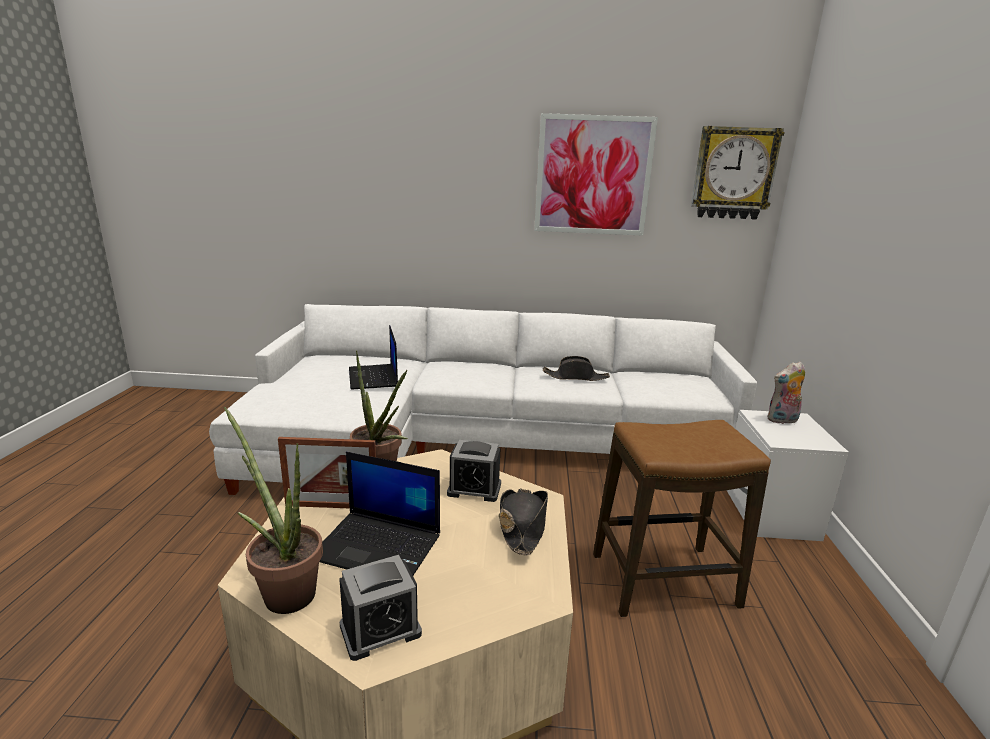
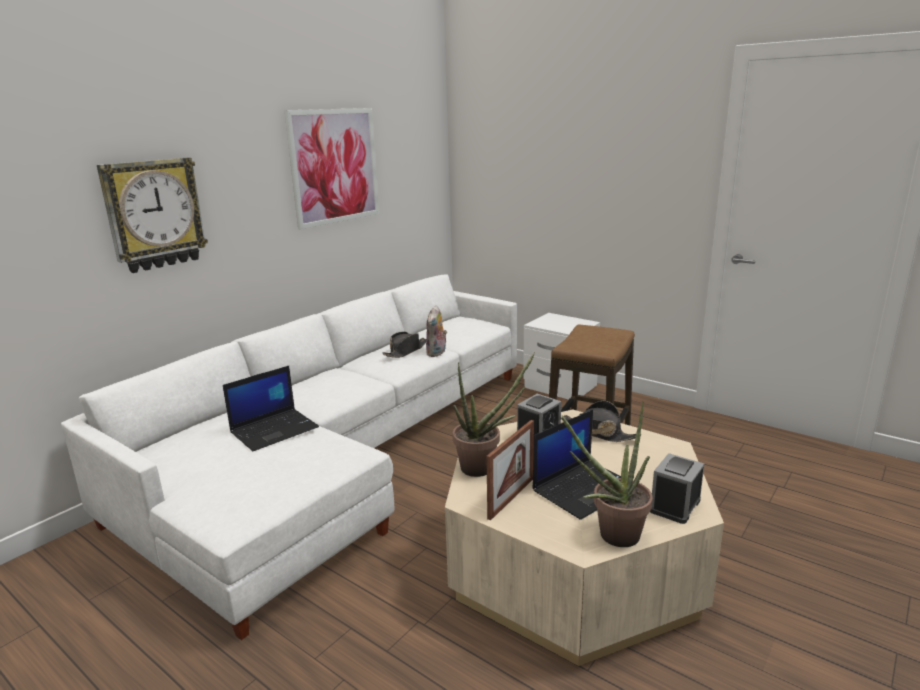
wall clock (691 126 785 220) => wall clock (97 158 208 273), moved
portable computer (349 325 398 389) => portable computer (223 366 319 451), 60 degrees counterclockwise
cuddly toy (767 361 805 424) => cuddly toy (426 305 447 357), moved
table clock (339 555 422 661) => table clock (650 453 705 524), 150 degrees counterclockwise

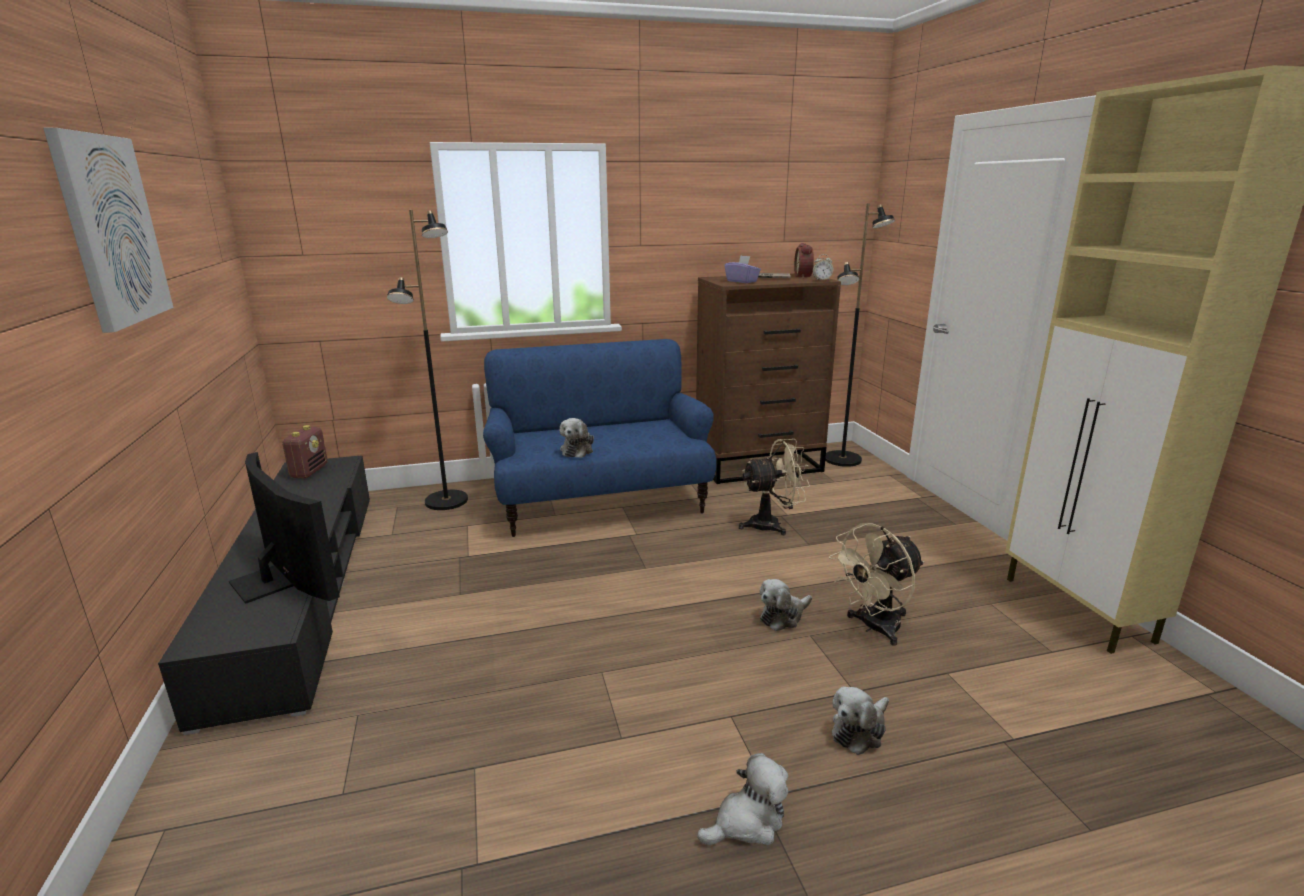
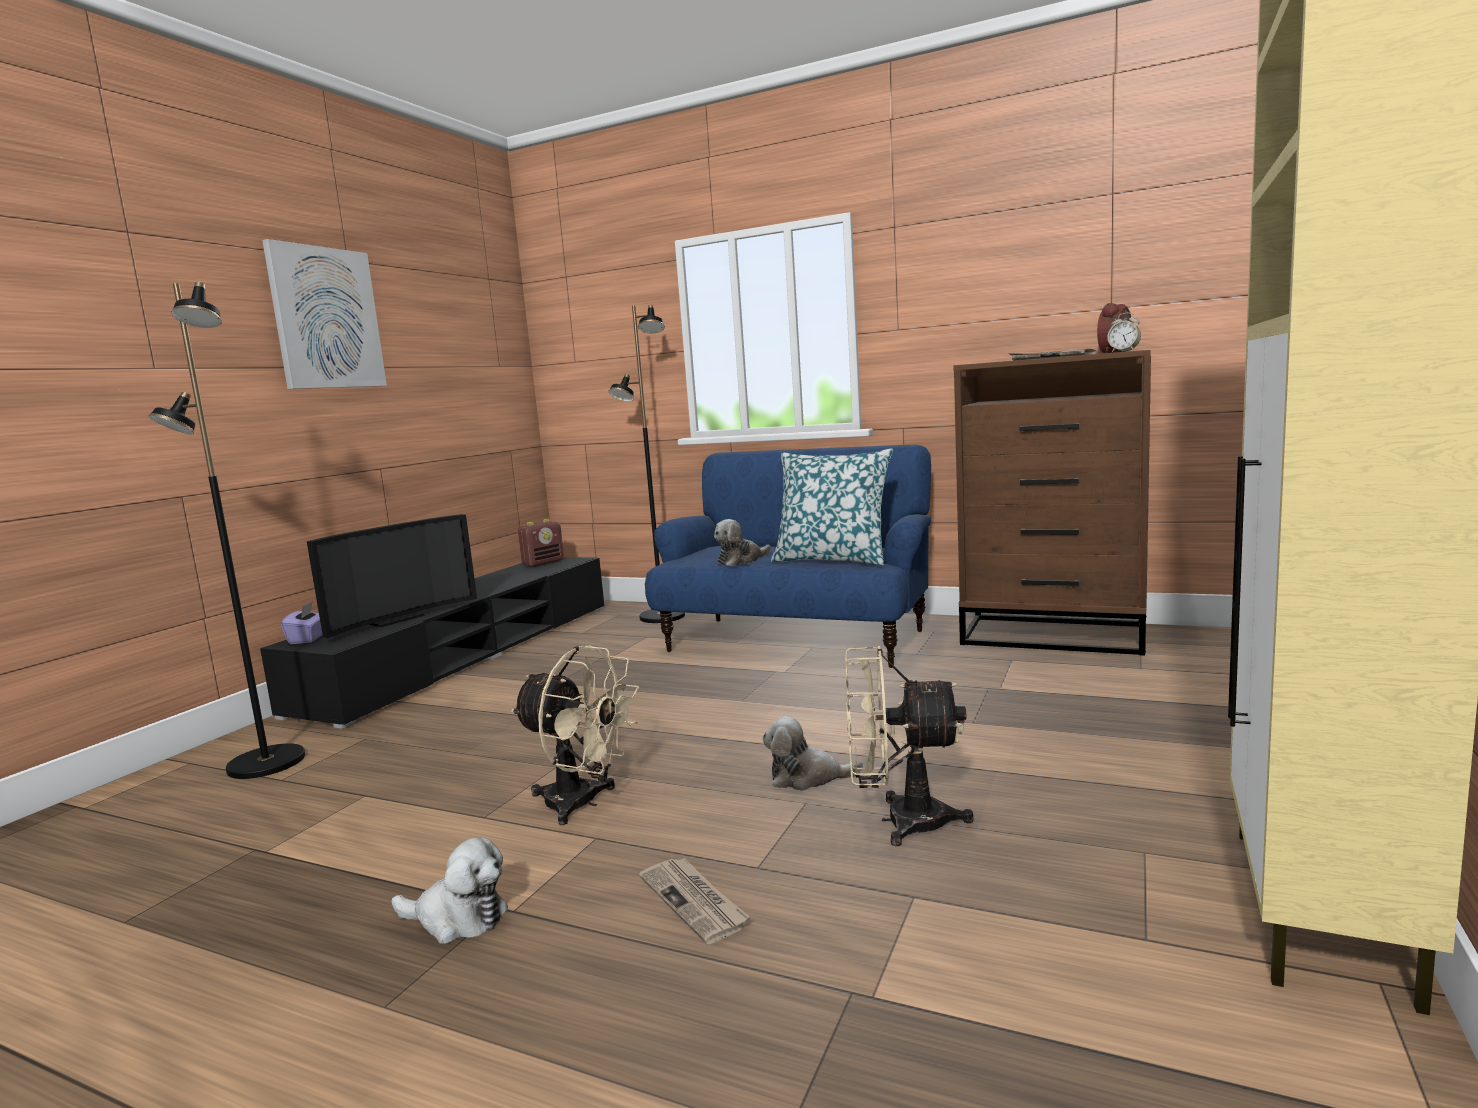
floor lamp in blackish (825 204 895 467) => floor lamp in blackish (149 282 305 779), moved
tissue holder in purplish (724 255 761 283) => tissue holder in purplish (281 602 322 644), moved
electric fan in beige (739 439 810 535) => electric fan in beige (511 645 639 825), moved
television (229 452 340 604) => television (307 514 477 639), 45 degrees clockwise
cuddly toy (832 687 889 755) => newspaper (639 858 750 944)
nothing => cushion (771 448 893 566)

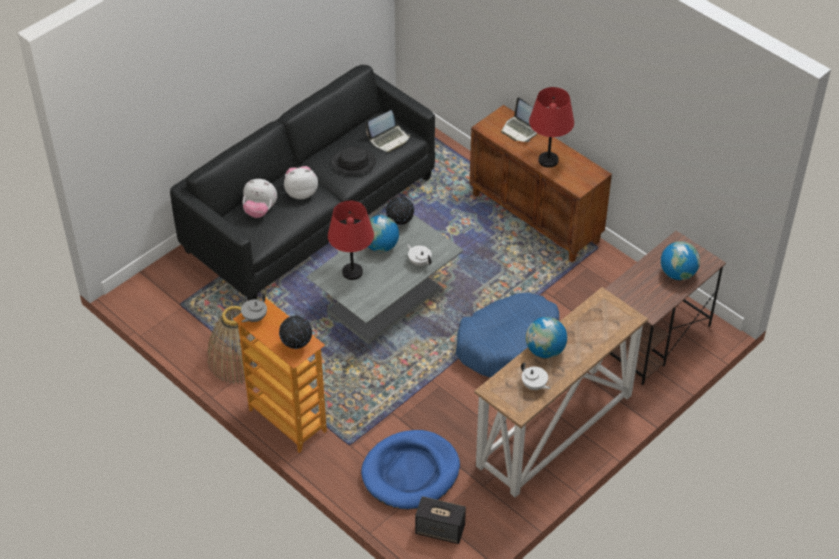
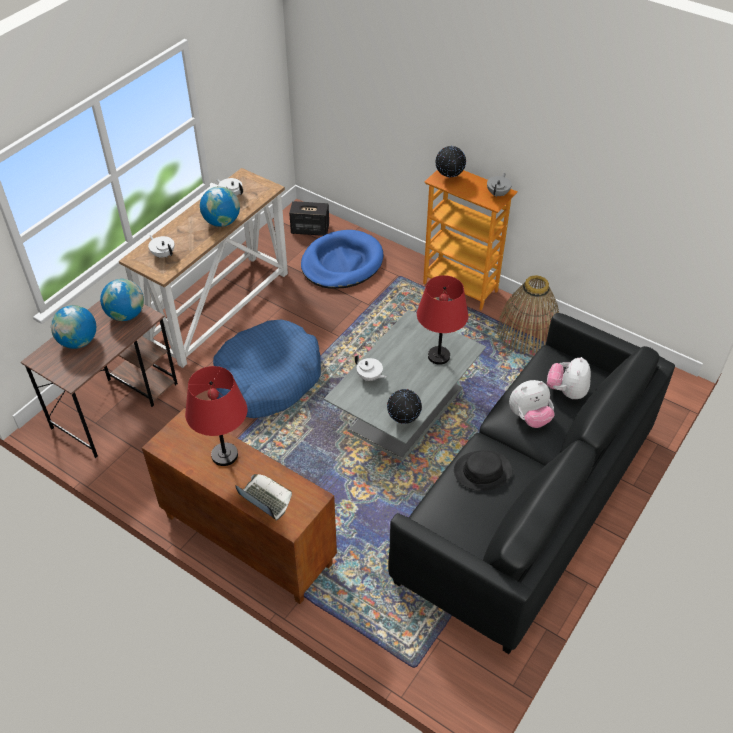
portable computer (366 110 410 153) => nothing
cuddly toy (242 179 277 218) => cuddly toy (547 357 591 399), 75 degrees counterclockwise
desk globe (368 215 399 252) => desk globe (100 279 144 321), moved
nothing => pot for tea in white (148 235 174 258)

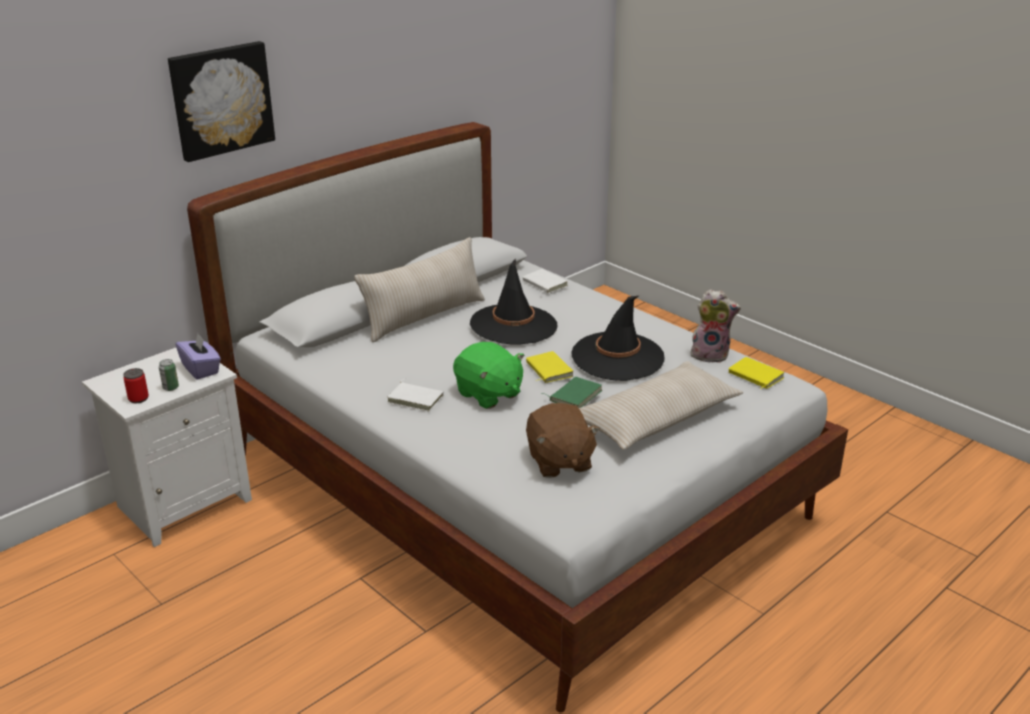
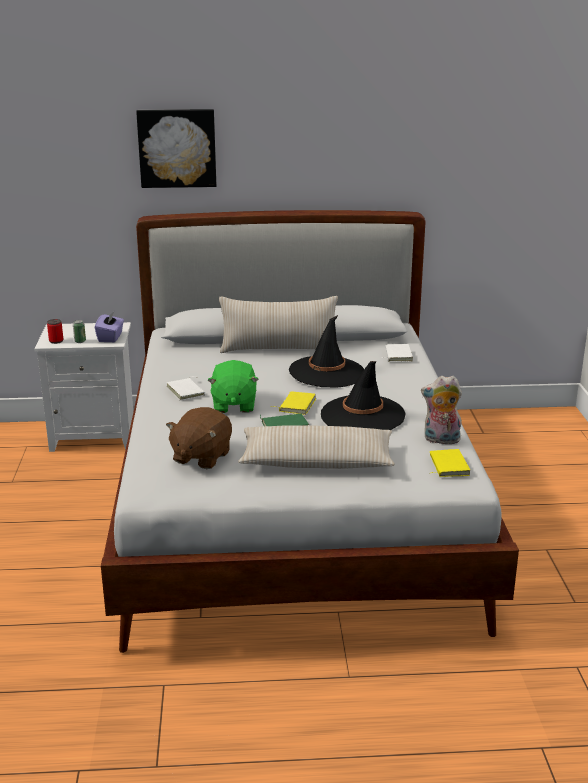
cuddly toy (691 289 741 363) => cuddly toy (421 376 462 444), 135 degrees clockwise

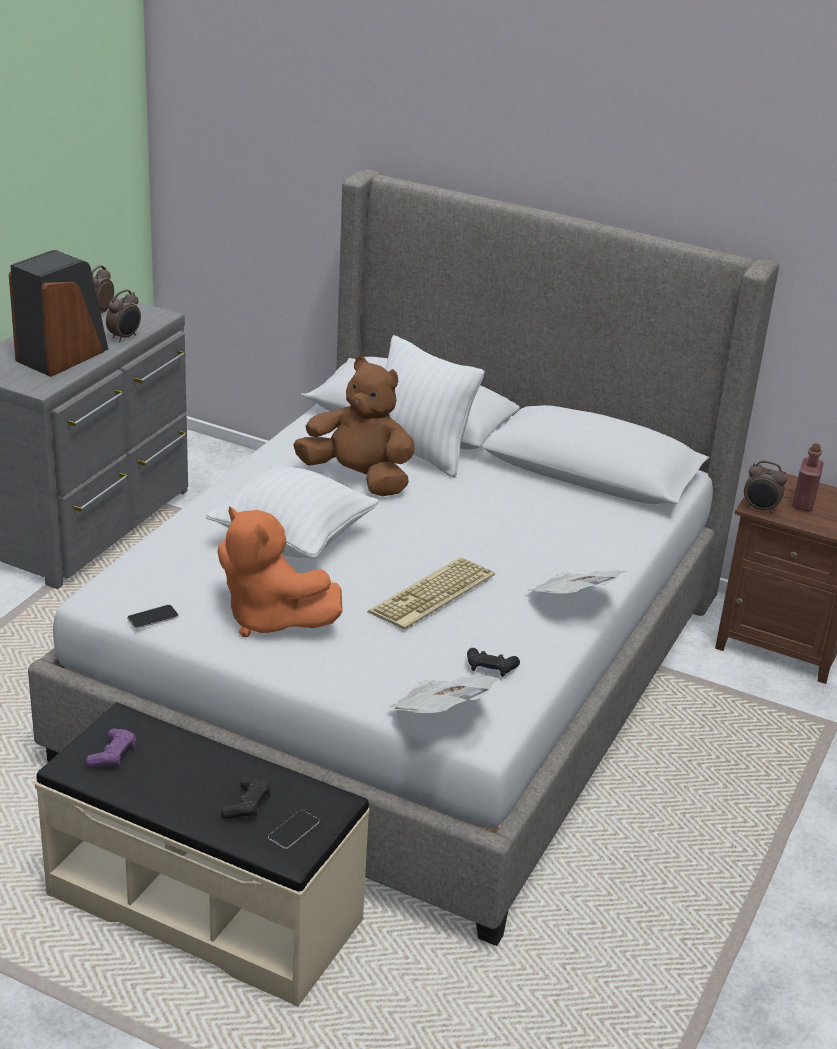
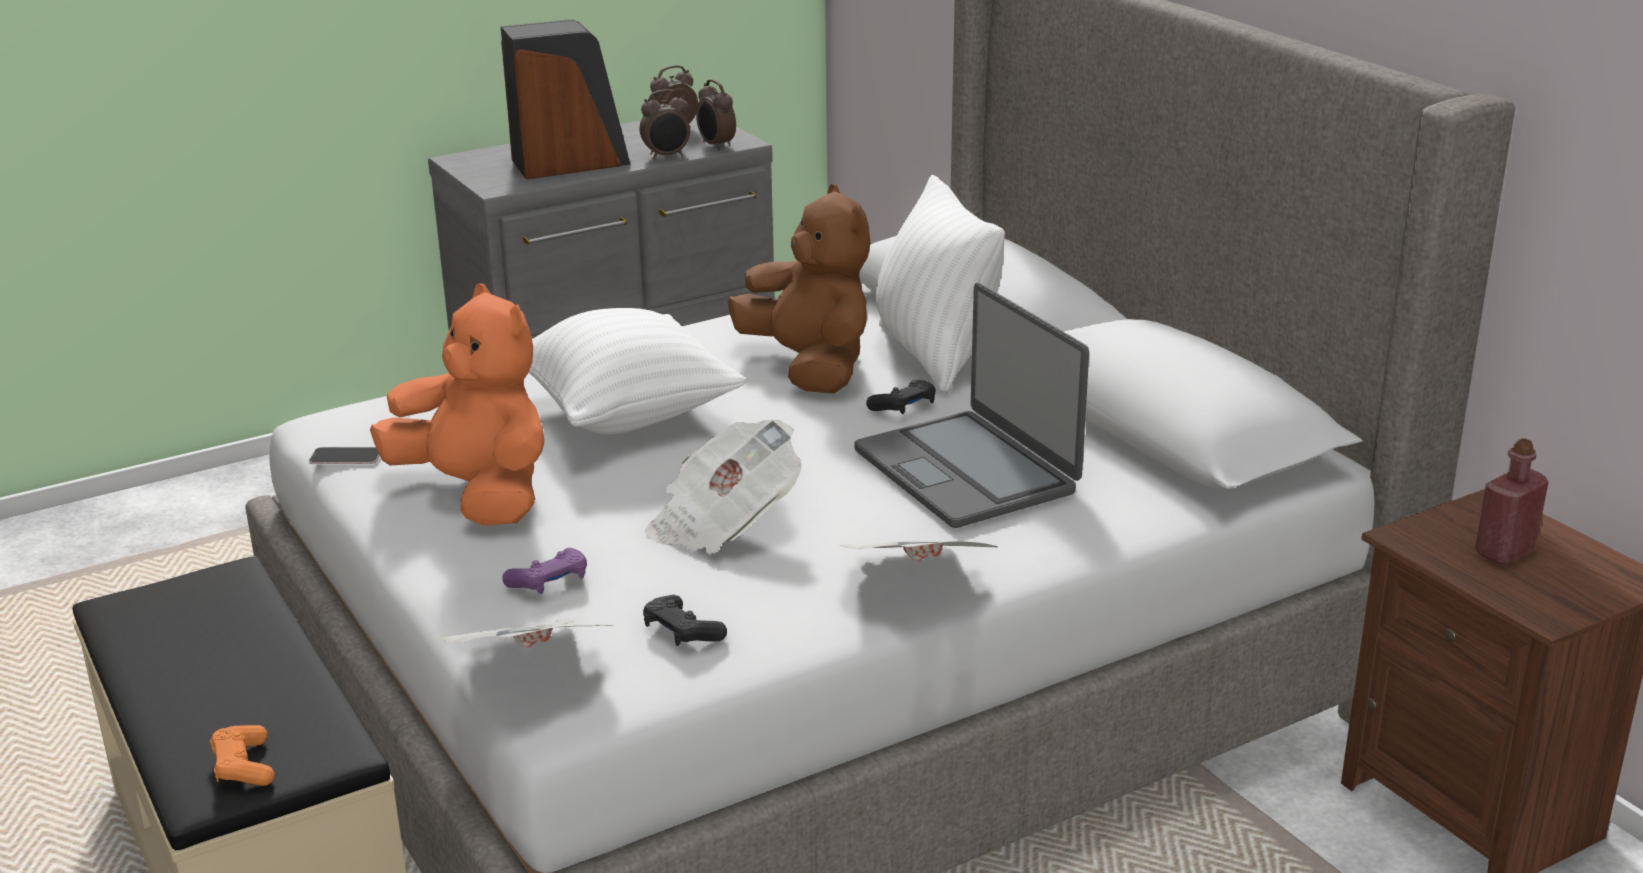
table clock (744 461 787 514) => table clock (696 79 736 150), moved
cuddly toy in orangey (217 506 343 637) => cuddly toy in orangey (370 284 545 525), 150 degrees clockwise
computer keyboard (368 558 495 629) => newspaper (645 420 802 554)
joypad in purplish (86 729 136 767) => joypad in purplish (502 548 587 594), moved
joypad in blackish (221 777 270 819) => joypad in blackish (866 380 936 414), moved
handset (268 810 319 849) => joypad in orangey (210 725 275 786)
nothing => portable computer (854 283 1089 528)

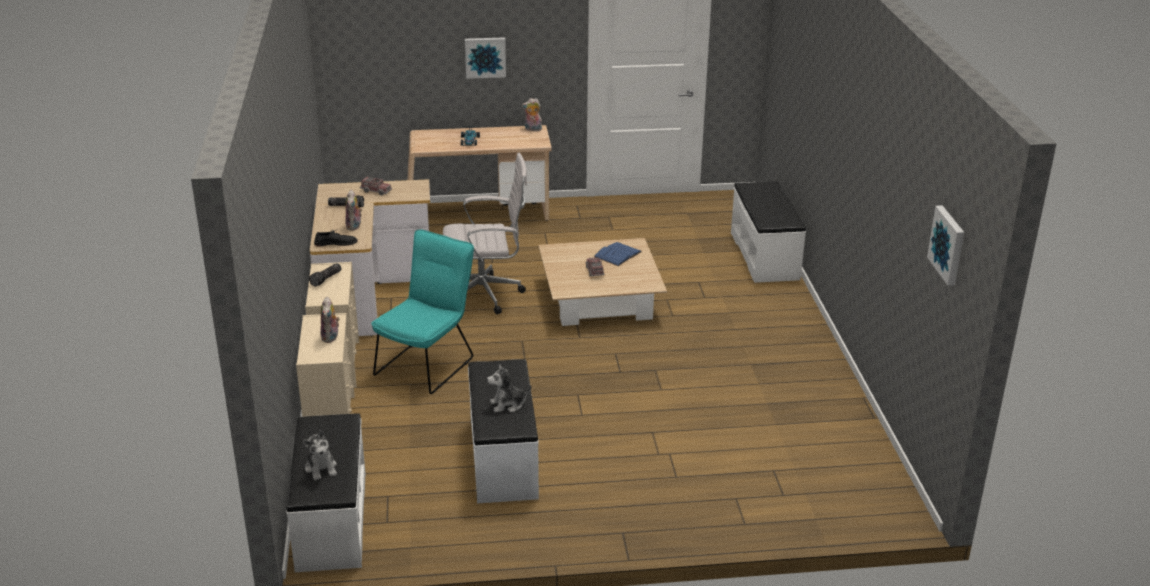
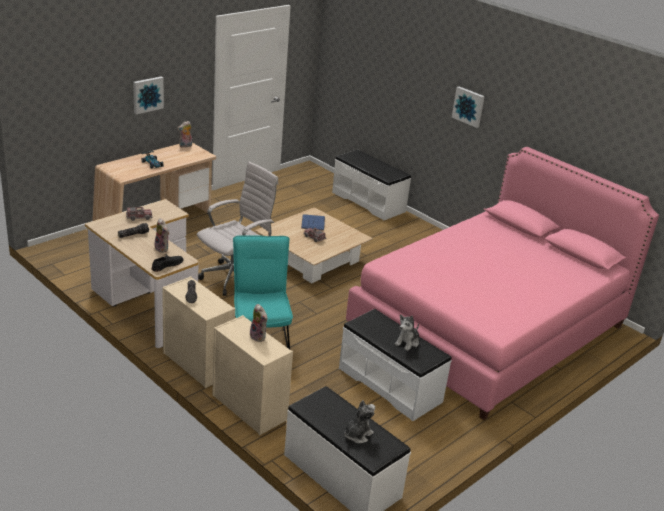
picture (927 205 964 286) => picture (452 86 485 128), moved
cuddly toy (302 430 337 481) => cuddly toy (345 400 375 444), 75 degrees counterclockwise
nothing => bedroom bed in pink-coloured (346 147 659 420)

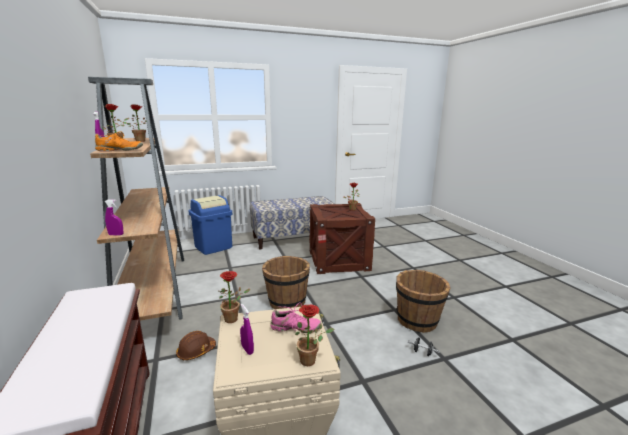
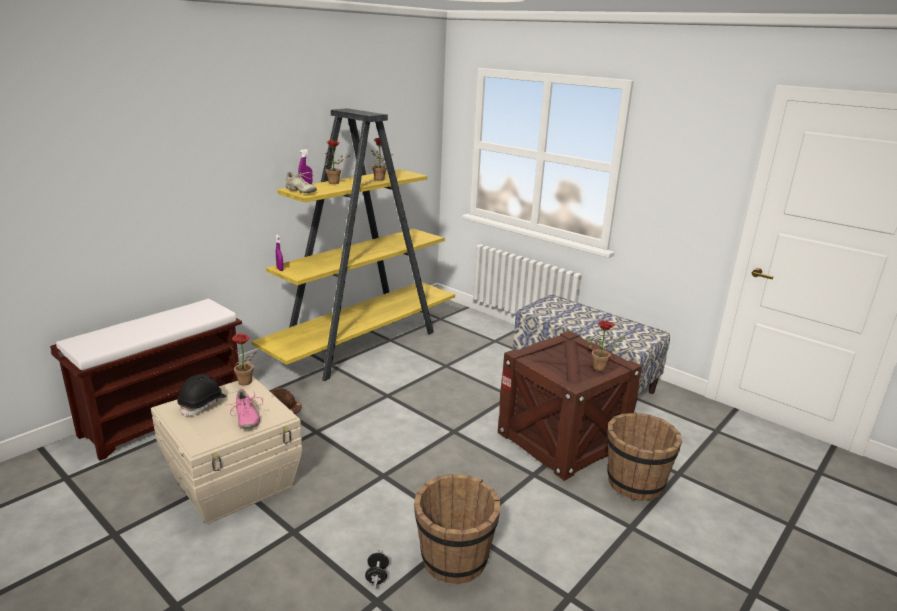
shelving unit in brownish (88 77 184 321) => shelving unit in yellow (251 108 455 381)
low shoe in orangey (95 131 143 152) => low shoe in beige (283 172 317 193)
waste bin in blue (189 195 232 255) => nothing
pail in brownish (262 256 310 309) => pail in brownish (607 413 682 501), moved
sprayer in purplish (240 304 254 355) => hard hat in blackish (177 374 227 417)
plant in a pot (295 304 334 366) => nothing

